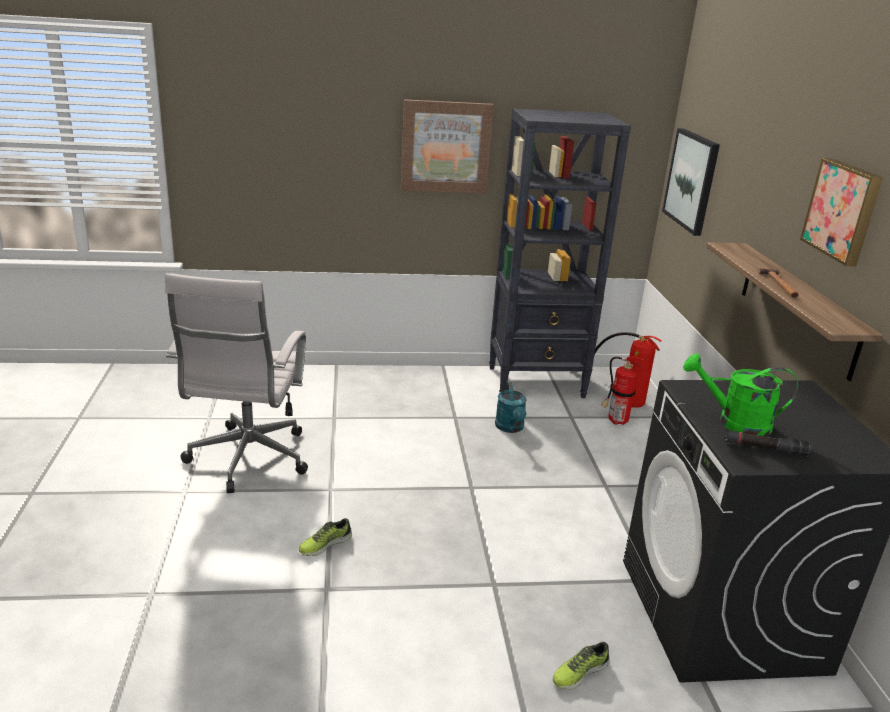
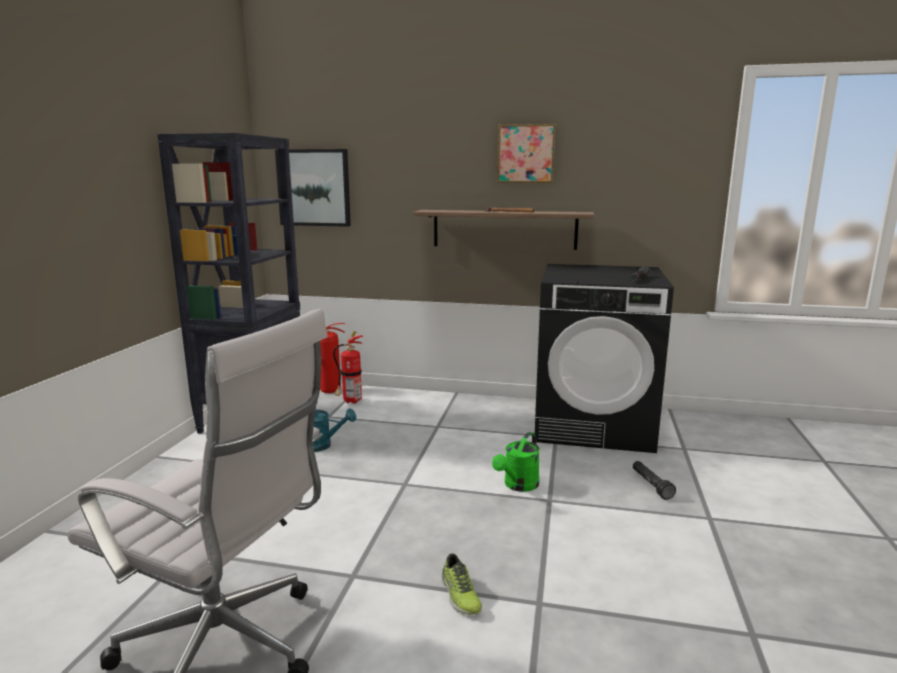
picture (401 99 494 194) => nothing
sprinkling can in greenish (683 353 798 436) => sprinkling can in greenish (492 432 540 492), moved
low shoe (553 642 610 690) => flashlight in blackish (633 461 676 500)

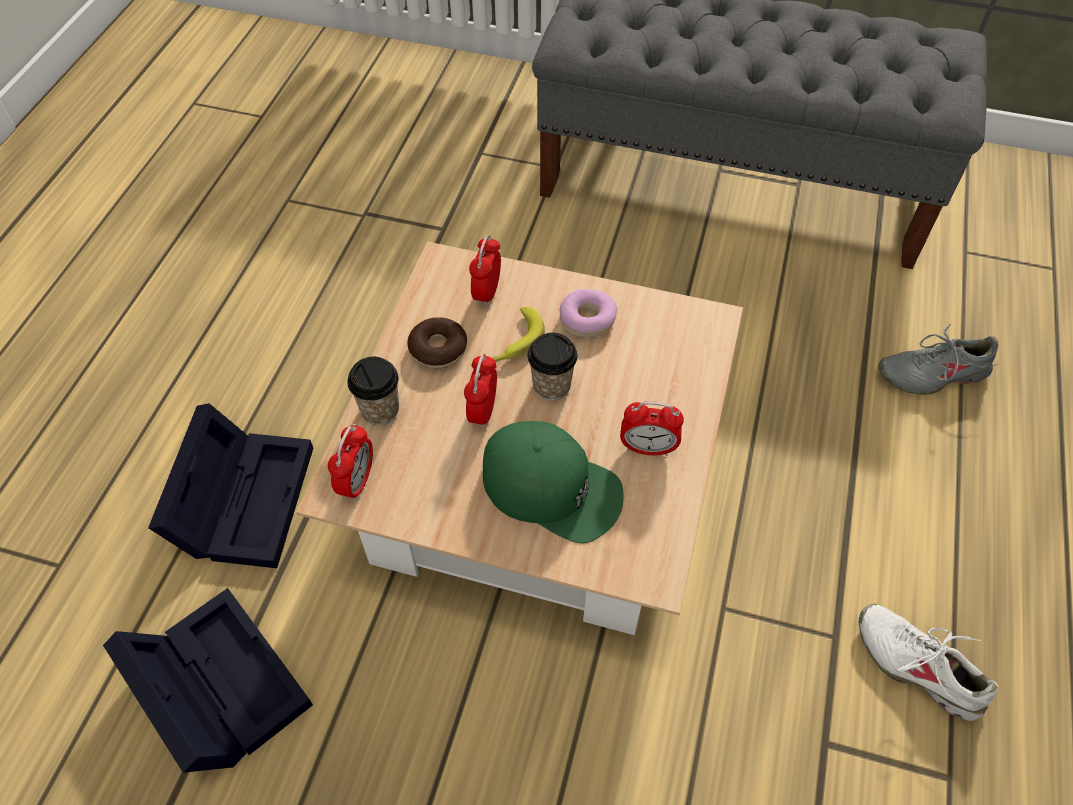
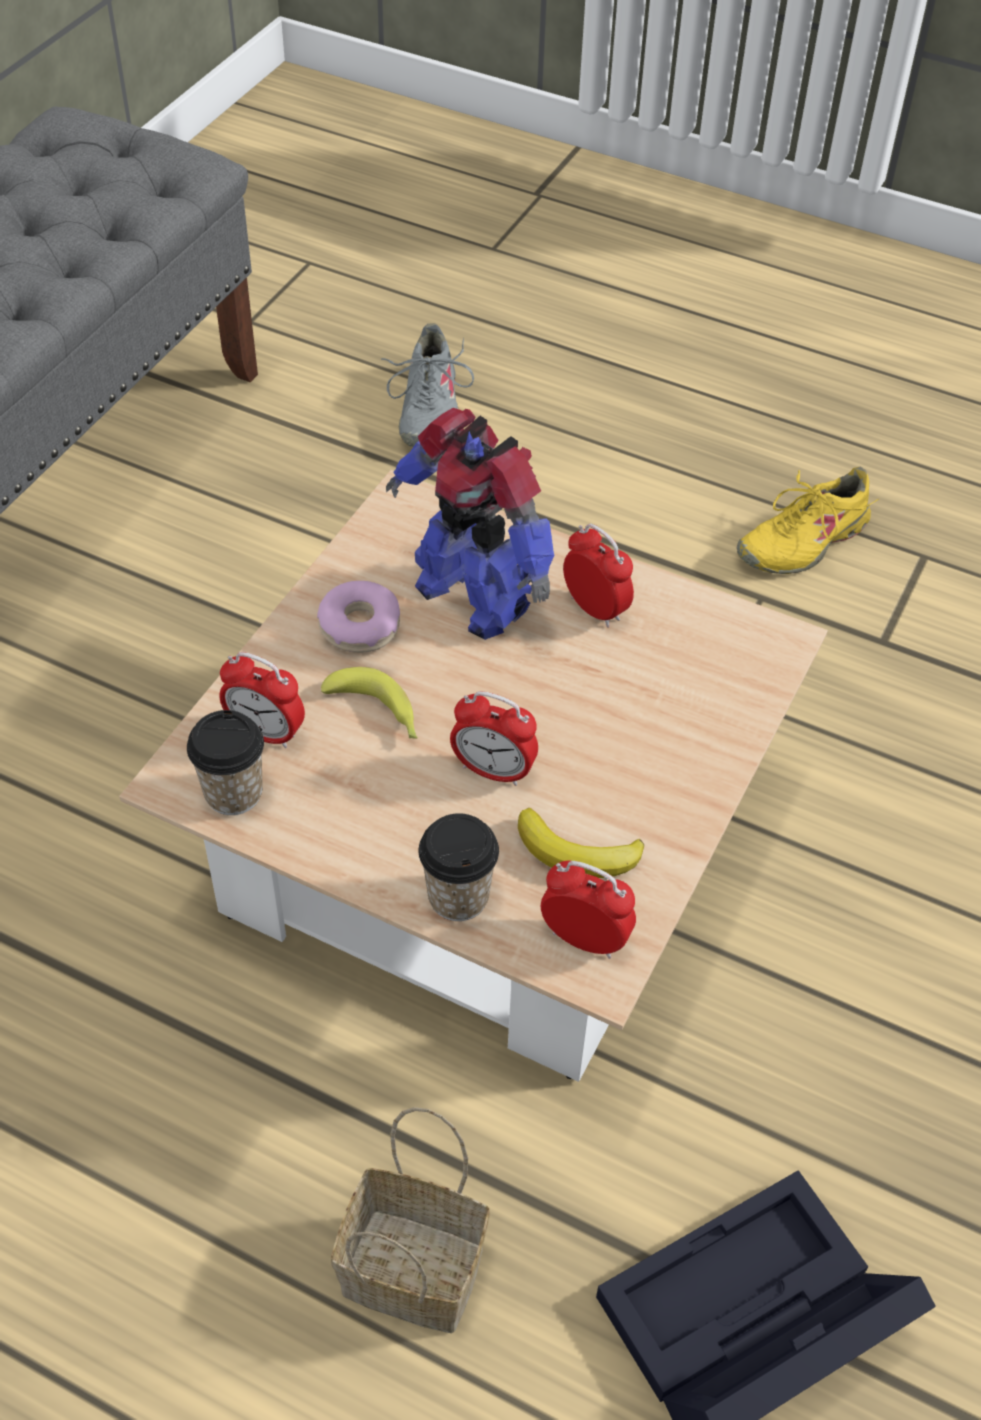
doughnut (407 317 467 369) => nothing
cup (528 333 578 401) => cup (187 710 264 815), moved
table clock (620 401 684 456) => table clock (563 524 634 628), 60 degrees counterclockwise
storage box in blackish (148 403 313 568) => storage basket (331 1107 490 1333)
peaked cap in greenish (483 421 623 543) => nothing
low shoe in white (858 604 998 721) => low shoe in yellow (736 467 879 574)
nothing => model robot (386 408 555 640)
nothing => whole banana (518 808 644 878)

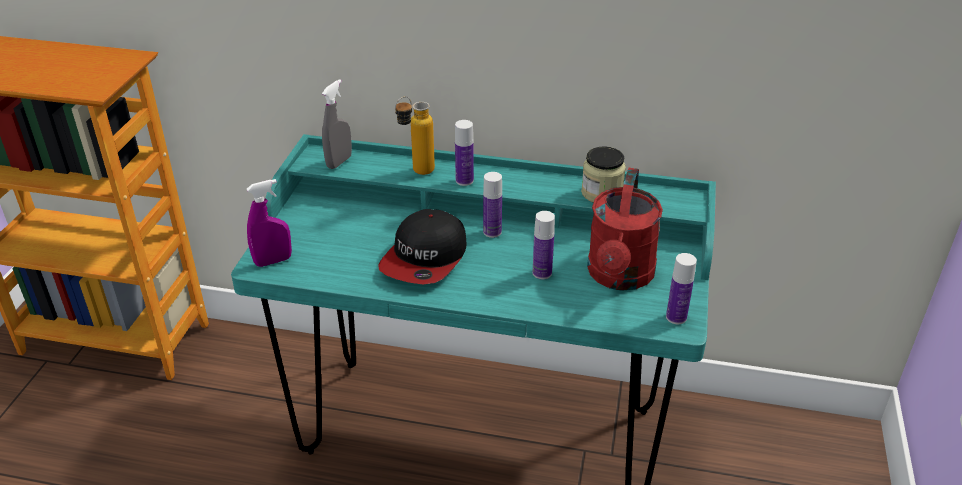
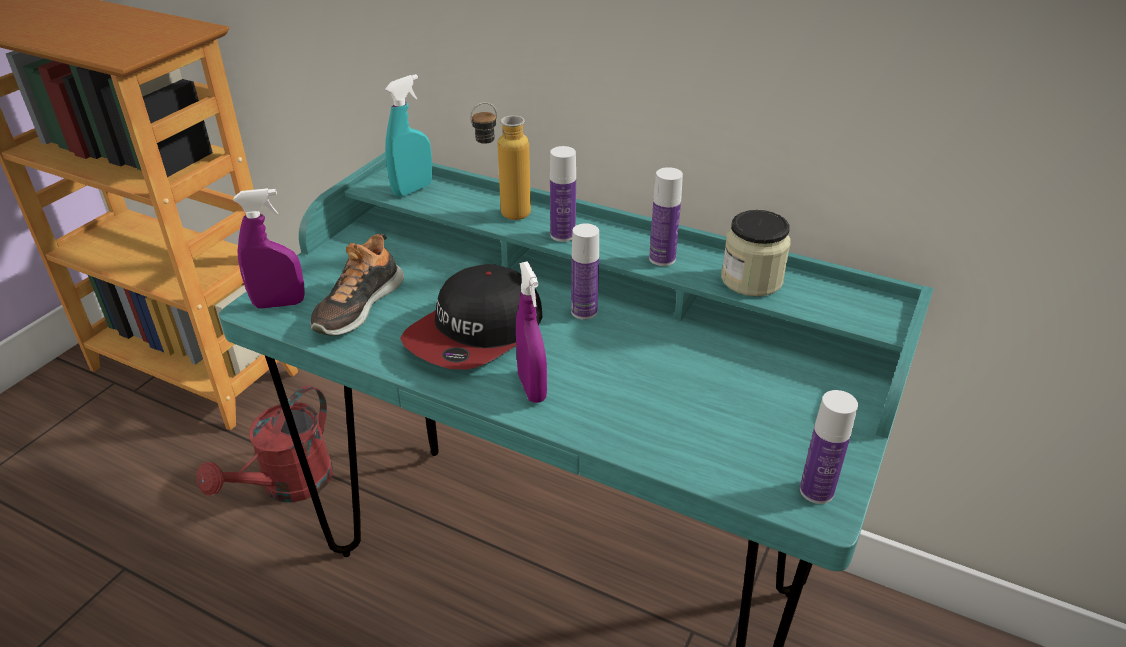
sprayer in grey (322 79 352 169) => sprayer in blue-green (385 74 432 197)
sprinkling can in reddish (587 168 663 291) => sprinkling can in reddish (197 385 333 503), moved
bottle (533 211 555 279) => bottle (649 167 683 266), moved
nothing => low shoe (311 234 404 336)
nothing => sprayer in purplish (516 261 547 403)

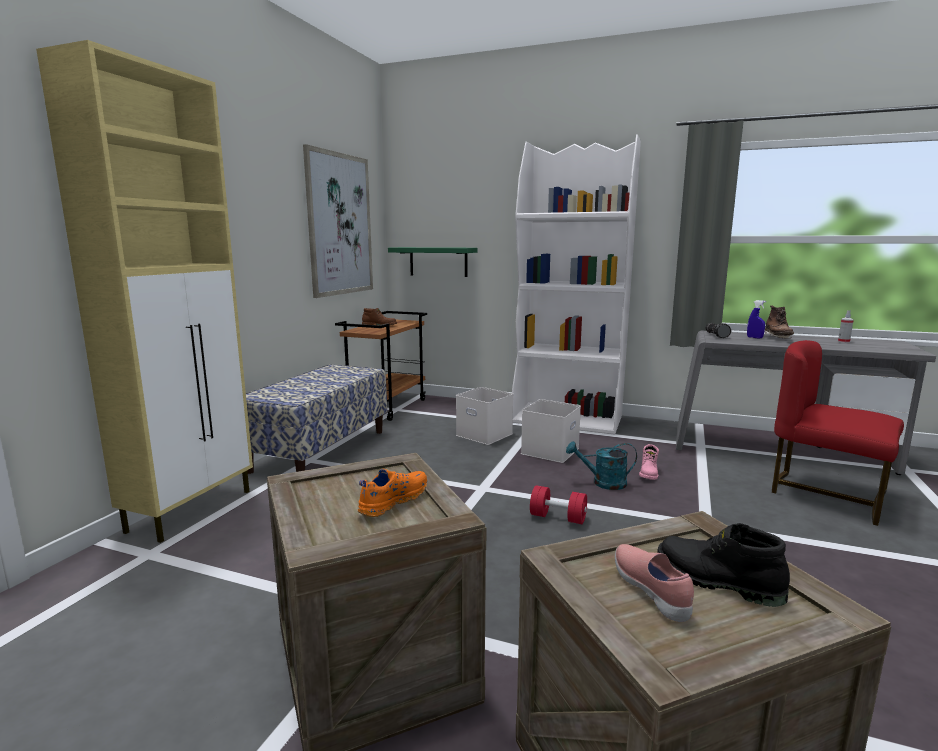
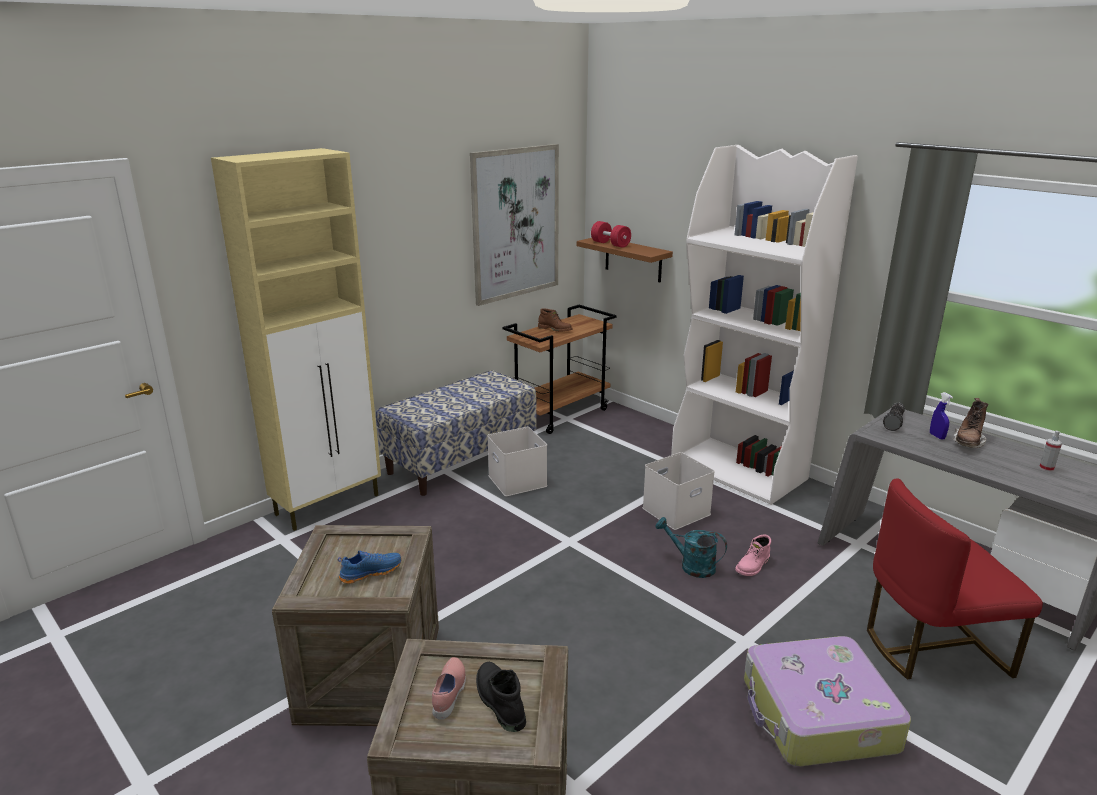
shelf in greenish (388 247 477 277) => shelf in brownish (577 238 673 283)
upright chair in reddish (772 340 904 526) => upright chair in reddish (867 478 1043 679), 75 degrees counterclockwise
storage box in white (456 387 513 445) => storage box in white (487 427 547 496), moved
low shoe in orangey (358 469 427 517) => low shoe in blue (338 551 401 584)
dumbbell in reddish (530 485 587 524) => dumbbell in reddish (591 221 631 248), moved
nothing => piece of luggage (744 636 911 767)

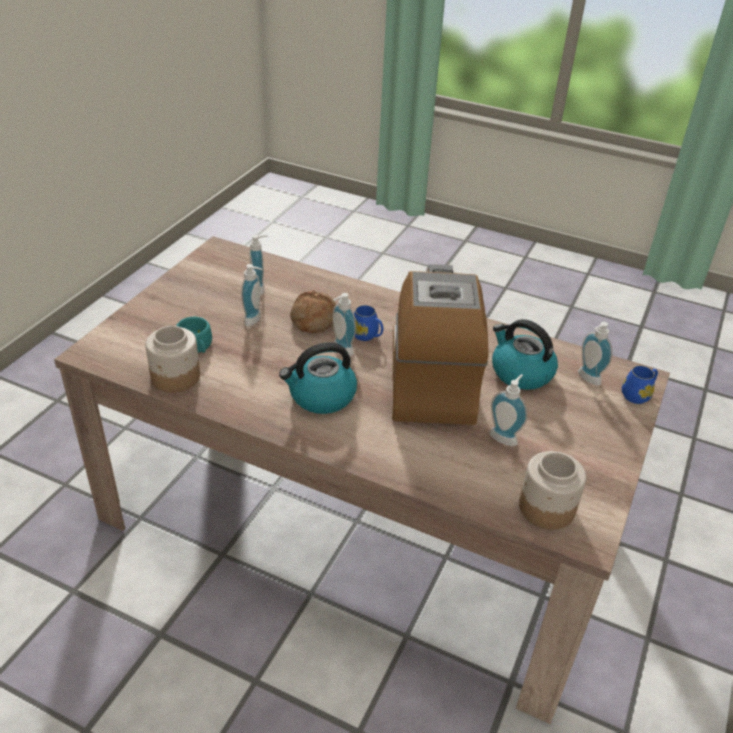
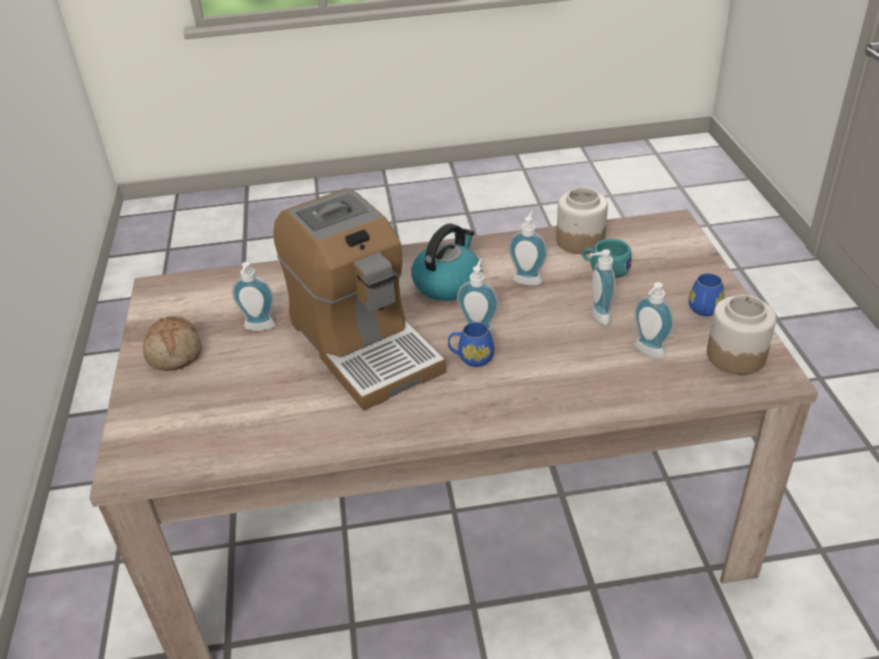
bread (290 290 336 333) => bread (143 316 202 371), moved
kettle (492 319 558 390) => nothing
soap dispenser (578 322 612 385) => soap dispenser (509 211 548 285), moved
tea mug in blue (622 366 658 404) => tea mug in blue (688 273 724 316), moved
storage jar (519 451 586 530) => storage jar (707 295 776 374), moved

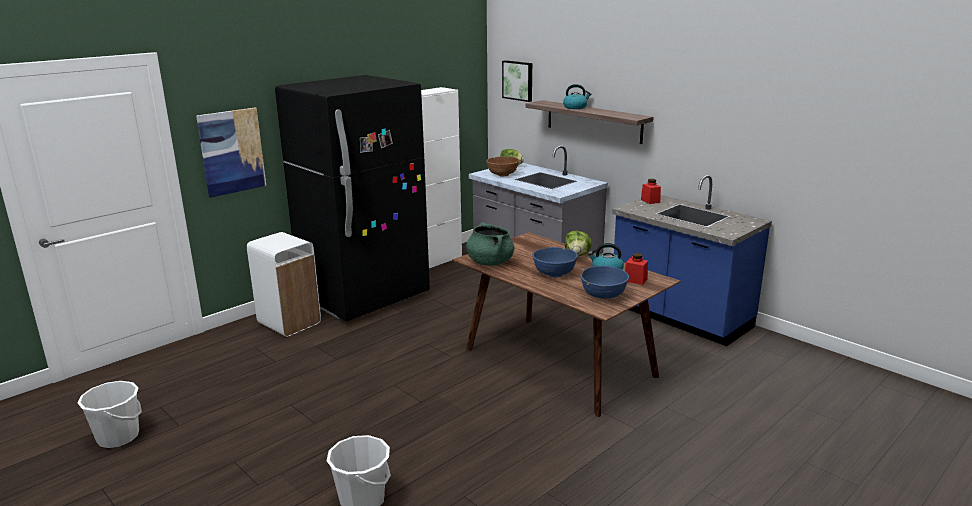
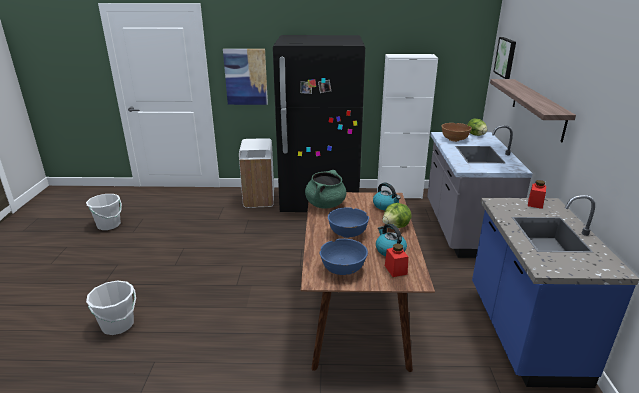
kettle (563 84 591 109) => kettle (373 183 400 210), moved

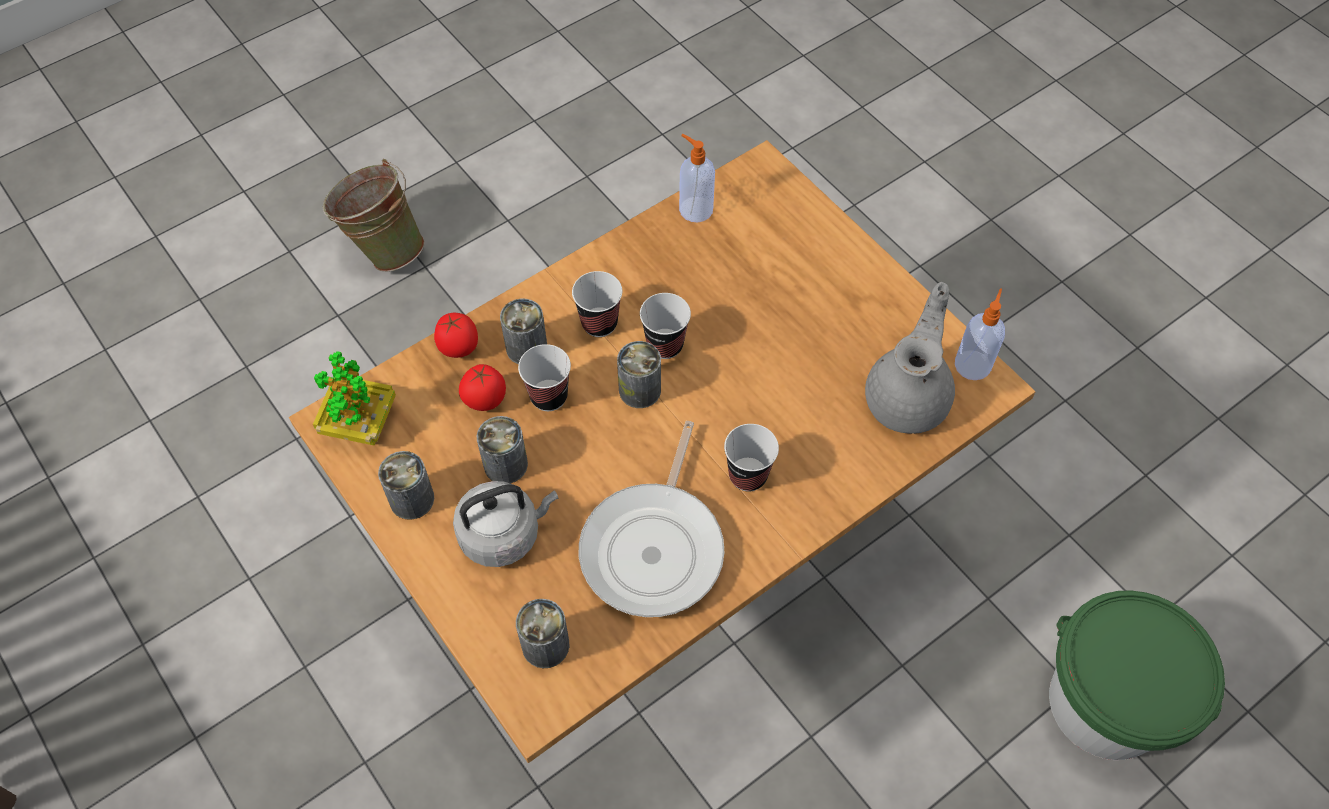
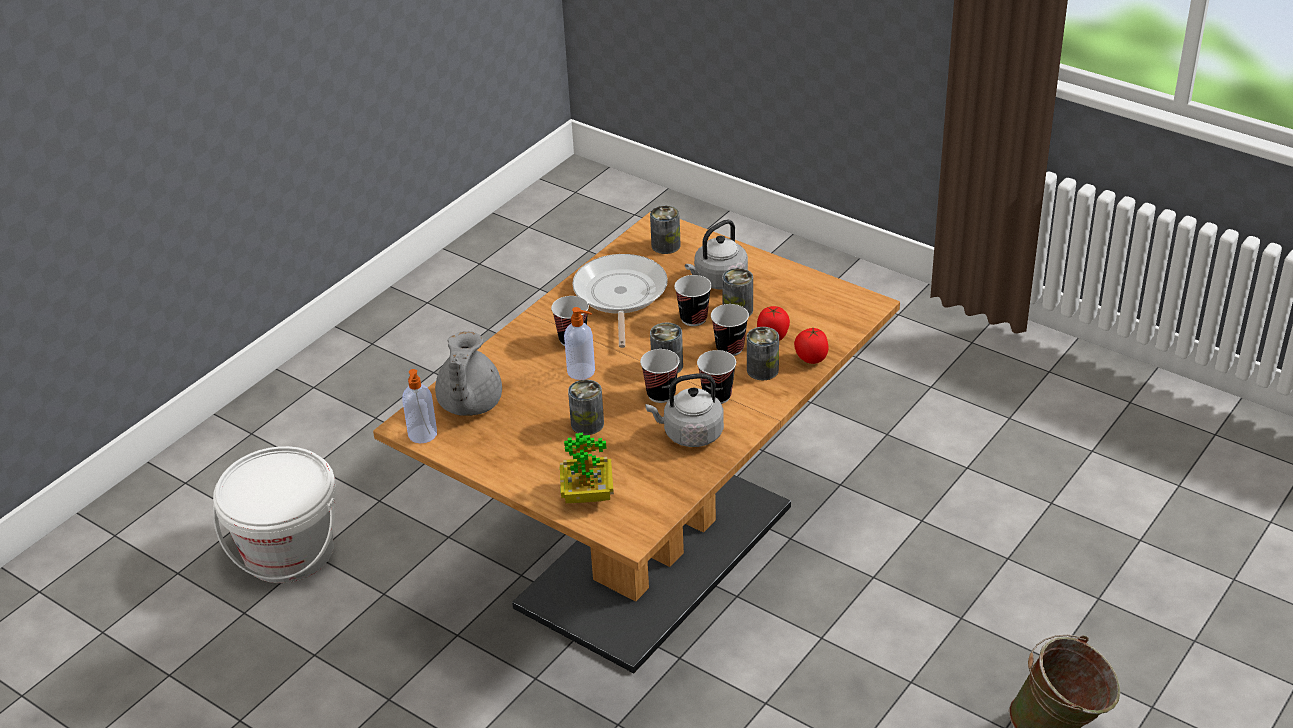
soap dispenser (679 134 715 223) => soap dispenser (564 307 595 380), moved
plant in a pot (313 351 396 445) => plant in a pot (560 433 614 503), moved
can (378 451 434 520) => can (568 380 604 435), moved
pail in greenish (1049 590 1225 760) => pail in white (213 446 336 583)
nothing => cup (674 275 712 326)
nothing => kettle in grey (645 373 724 447)

